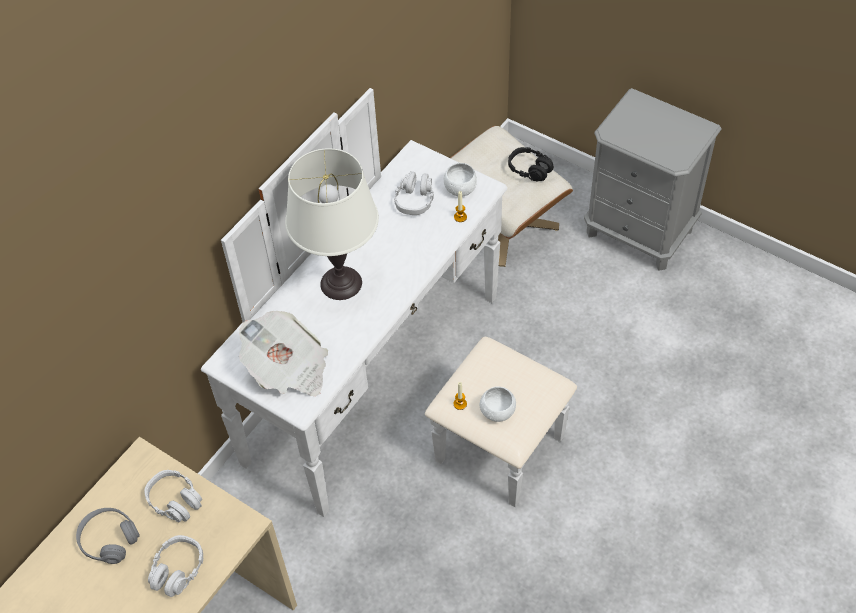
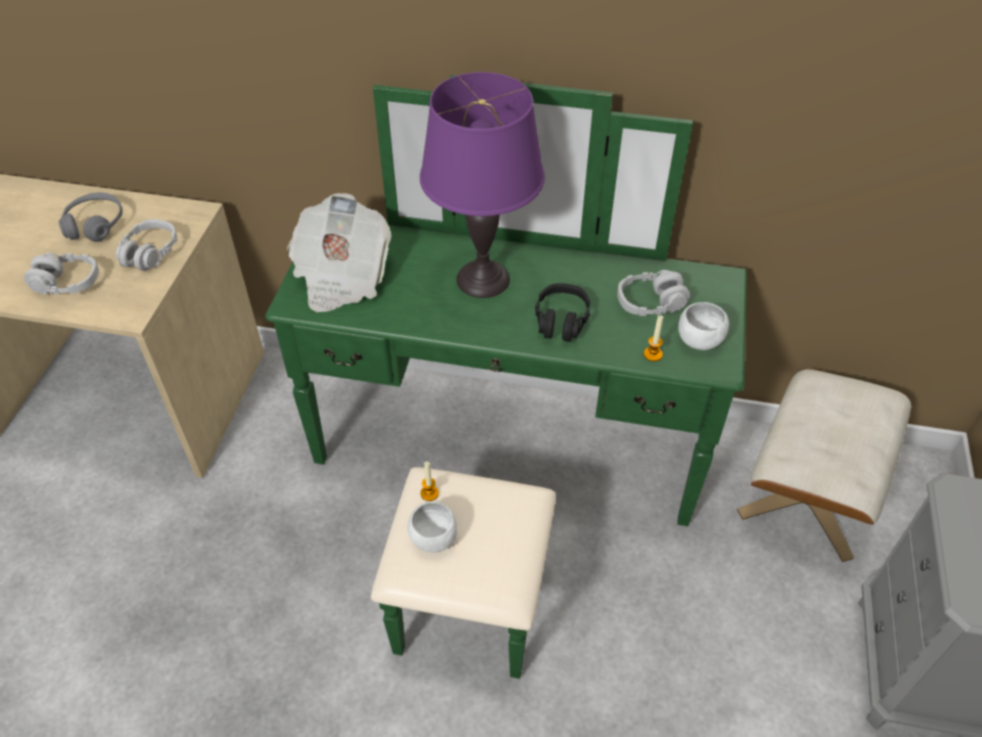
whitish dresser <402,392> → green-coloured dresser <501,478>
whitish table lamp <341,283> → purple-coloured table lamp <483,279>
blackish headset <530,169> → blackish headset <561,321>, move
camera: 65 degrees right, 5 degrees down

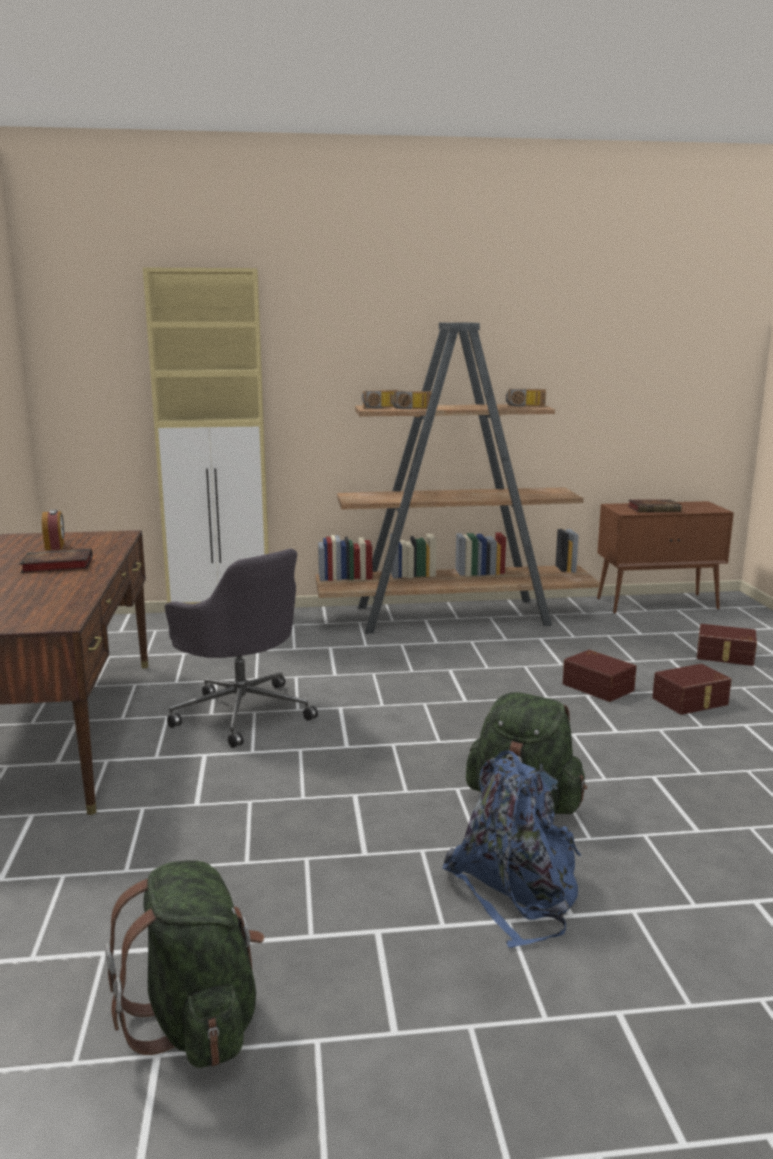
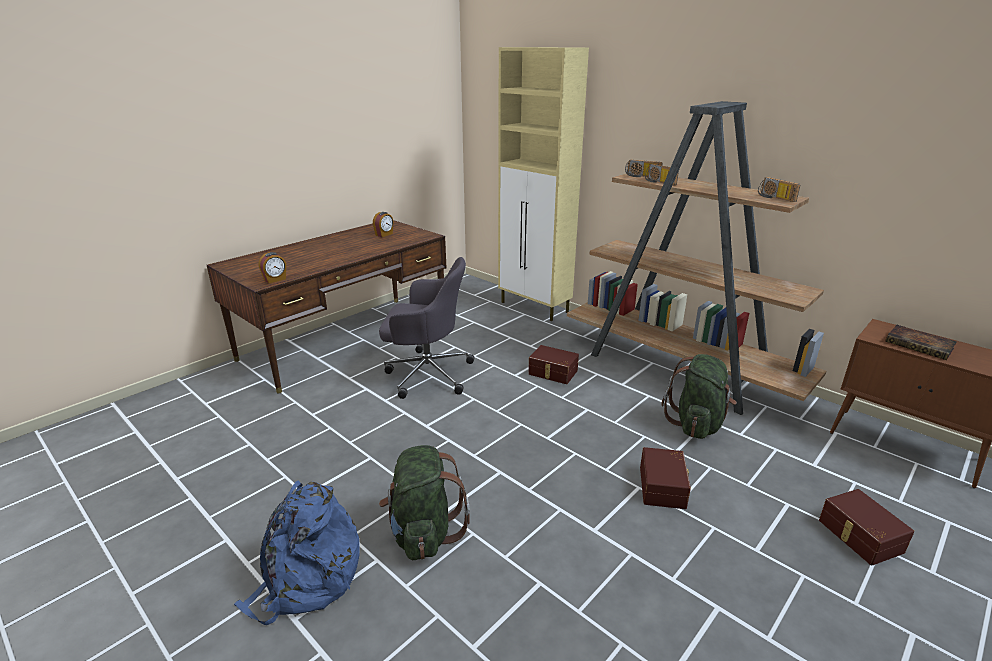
- → table clock <275,279>
grey desk chair <242,712> → grey desk chair <427,373>, 90 degrees counterclockwise
brown-coloured storage container <691,702> → brown-coloured storage container <552,373>, move
green-coloured knapsack <197,1021> → green-coloured knapsack <696,424>, move
bound book <55,566> → -
camera: 50 degrees right, 10 degrees up

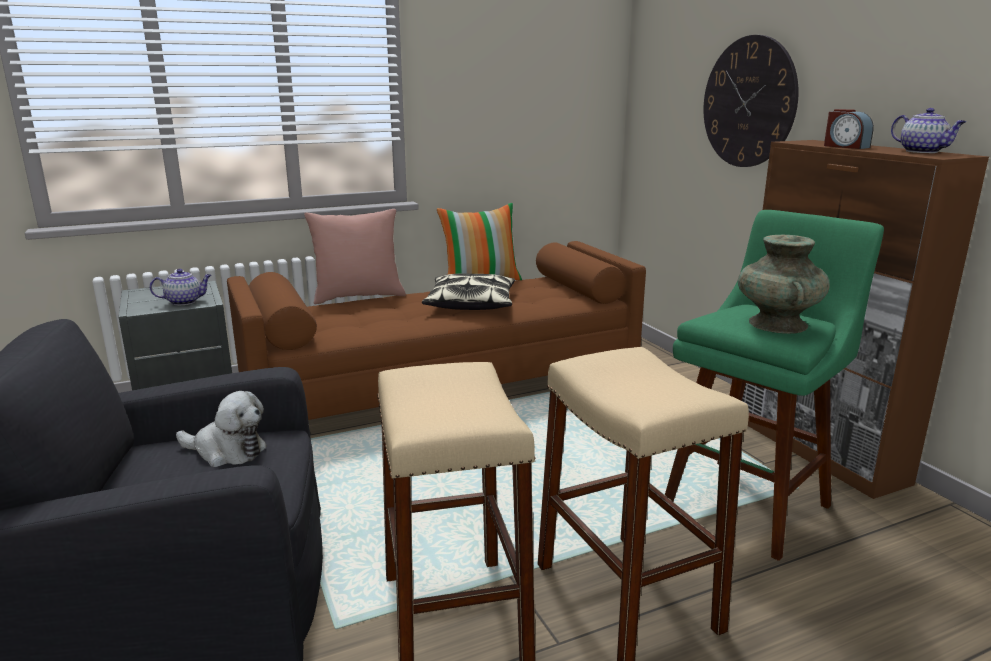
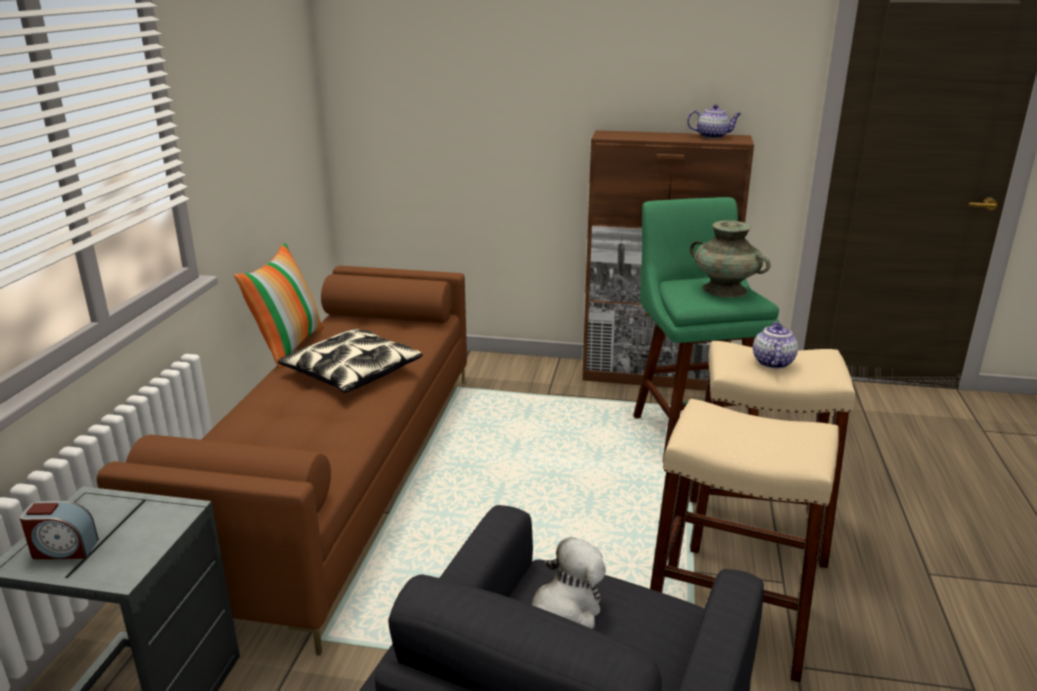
table clock <845,147> → table clock <64,549>, move
teapot <185,301> → teapot <772,362>, move
pinkish throw pillow <358,296> → -
hanging clock <748,102> → -
camera: 55 degrees left, 5 degrees up

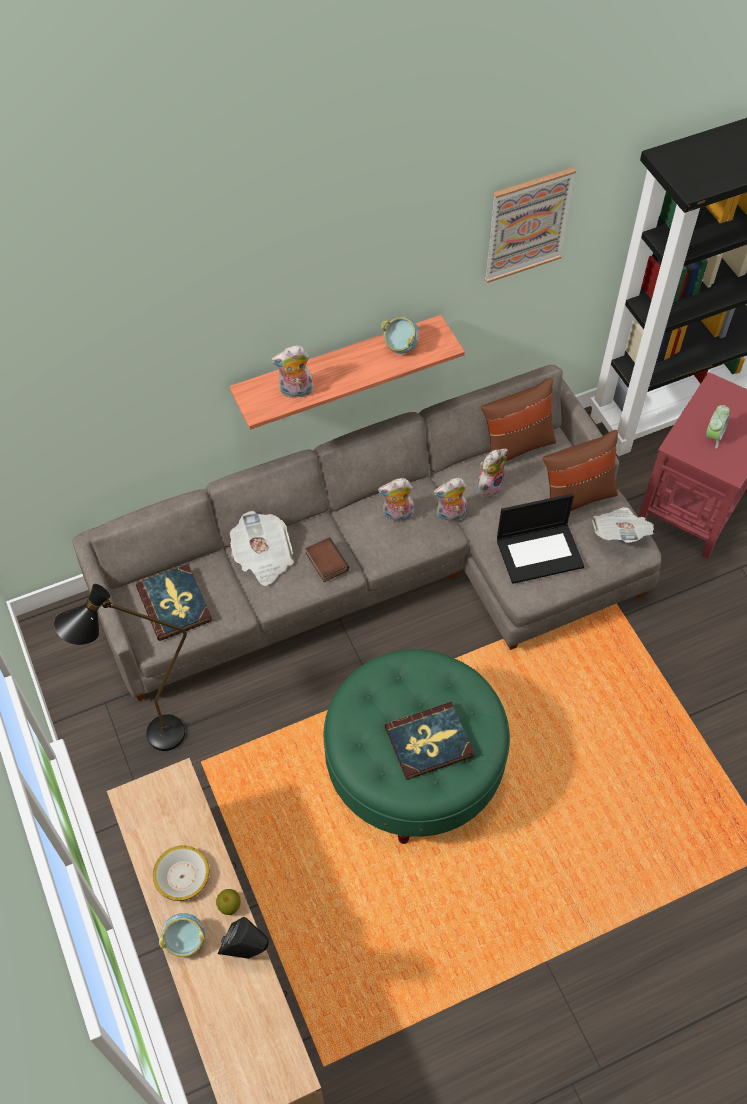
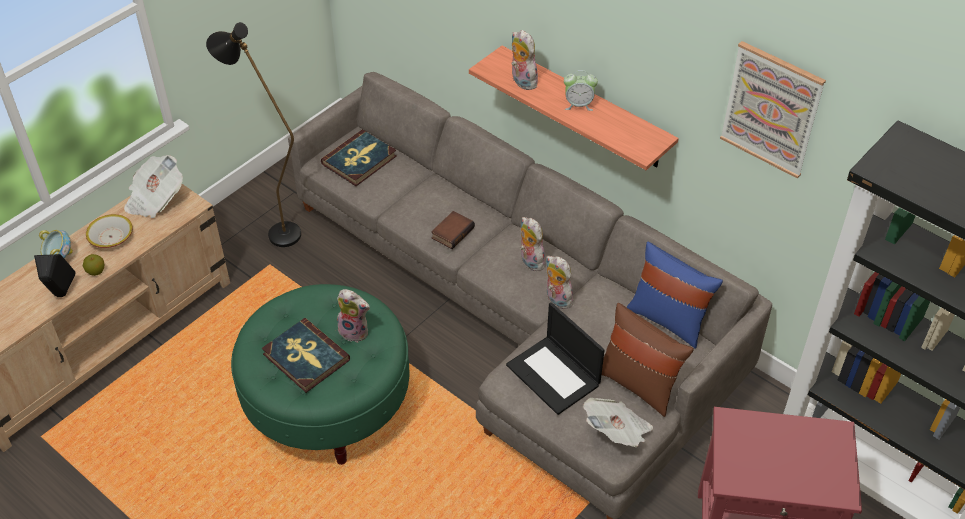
newspaper <263,558> → newspaper <155,199>, move
plush toy <489,486> → plush toy <355,331>, move
table clock <713,436> → table clock <578,105>, move
brown-coloured throw pillow <515,446> → blue-coloured throw pillow <668,319>
deep dish <400,347> → -
camera: 65 degrees right, 10 degrees down

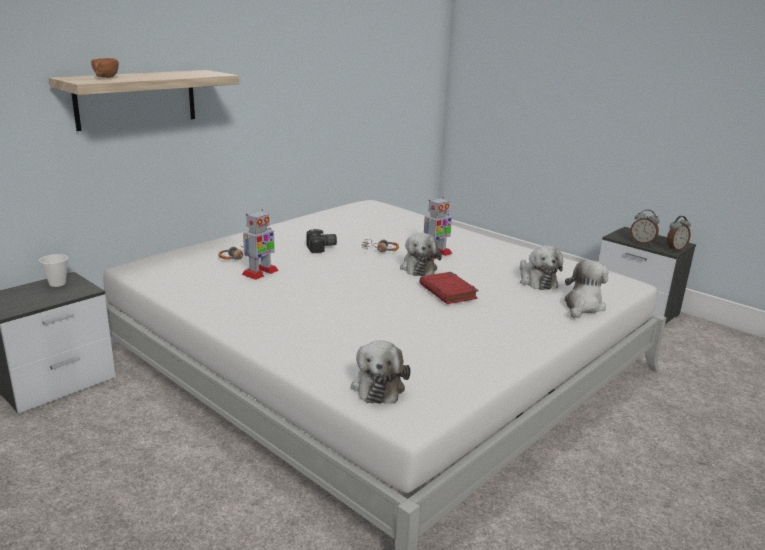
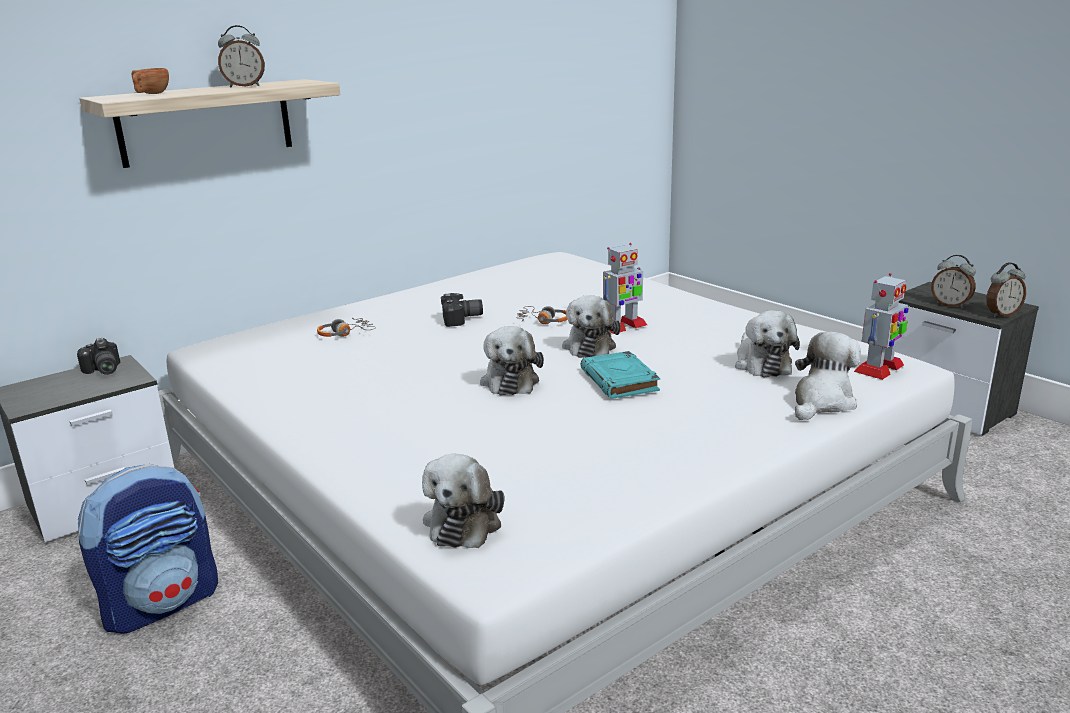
cup <57,283> → still camera <102,371>
- → knapsack <162,603>
- → table clock <245,86>
- → plush toy <510,381>
reddish bound book <448,292> → turquoise bound book <620,381>
robot figure <260,273> → robot figure <879,369>, move
camera: 10 degrees right, 0 degrees up

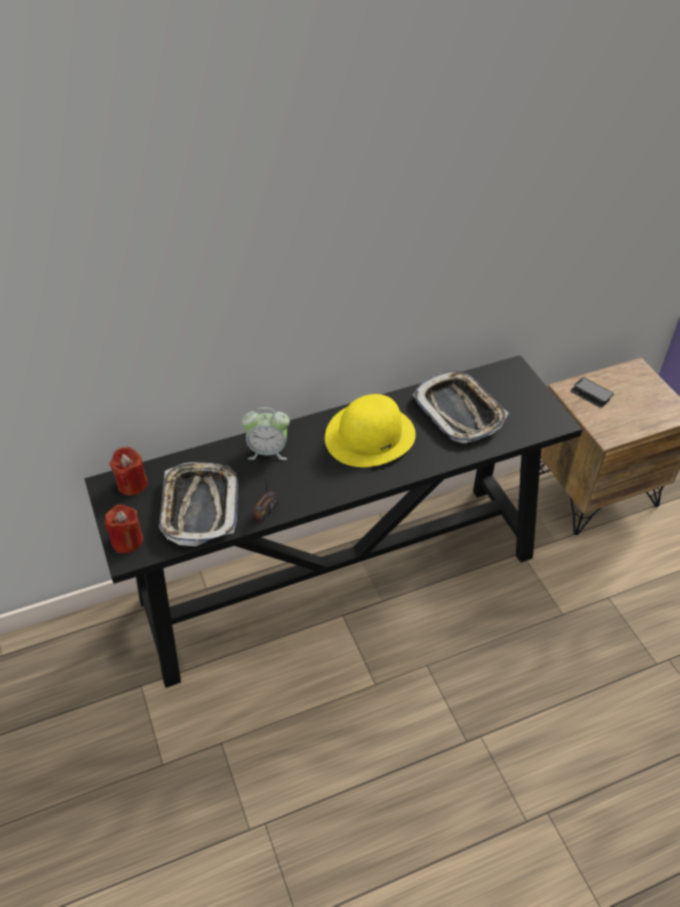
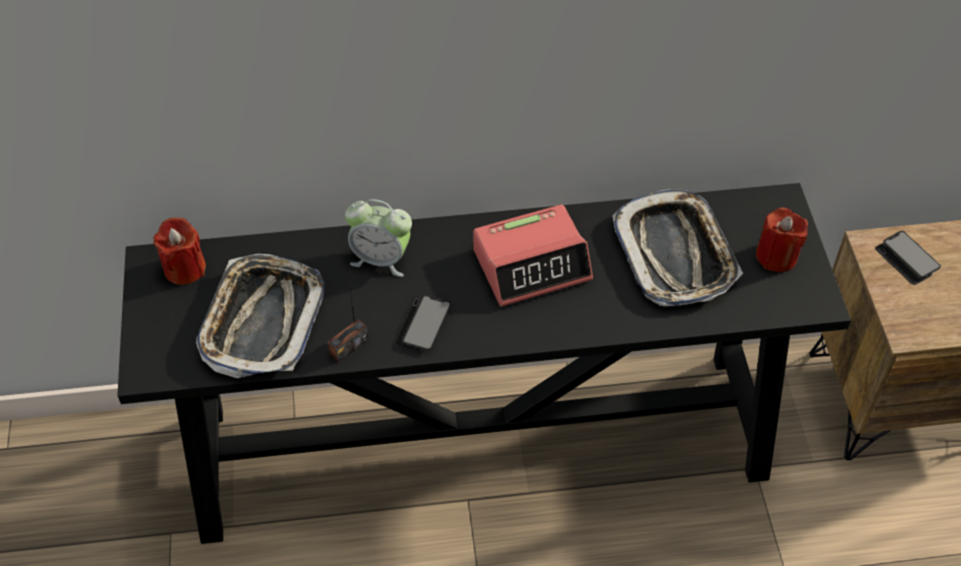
- → telephone <422,324>
yellowish wearable hat <370,435> → table clock <532,264>
reddish wax candle <127,540> → reddish wax candle <776,256>, move
camera: 15 degrees right, 5 degrees up

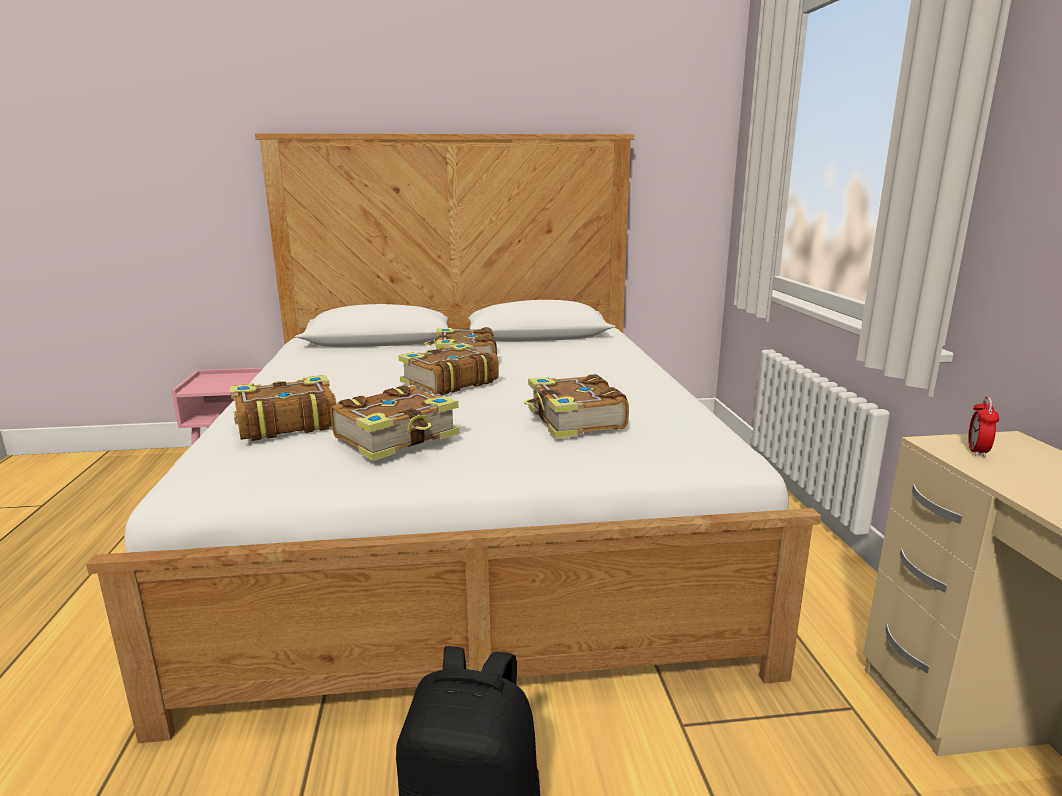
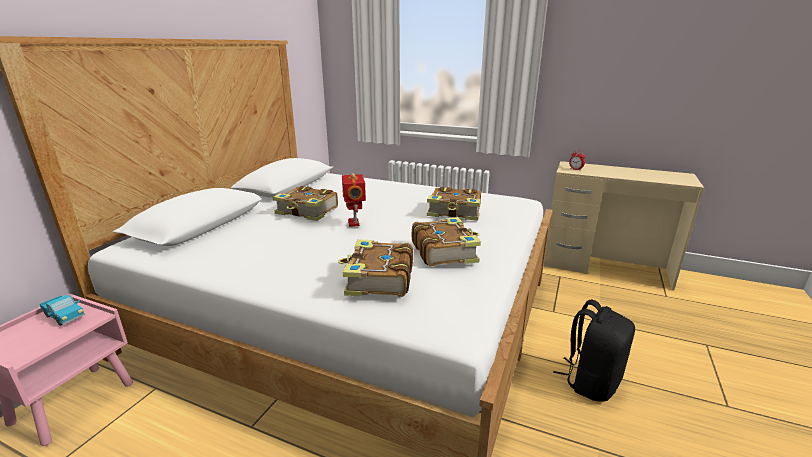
- → toy truck <65,317>
bound book <448,382> → robot figure <355,223>
camera: 60 degrees left, 5 degrees up

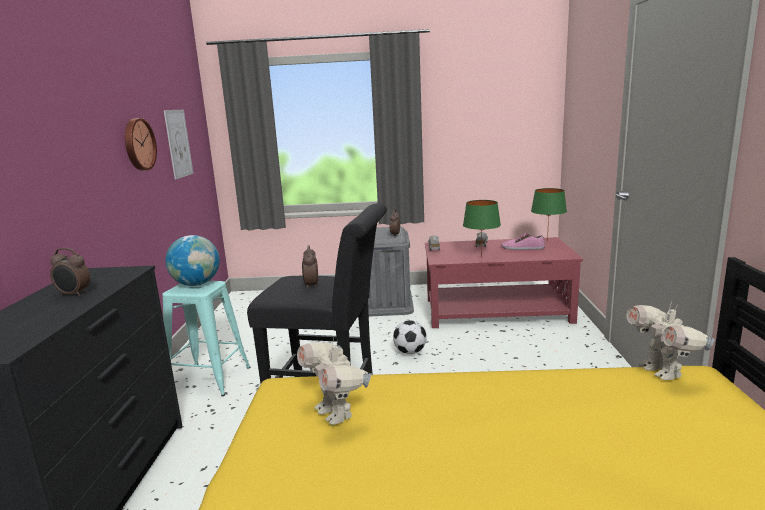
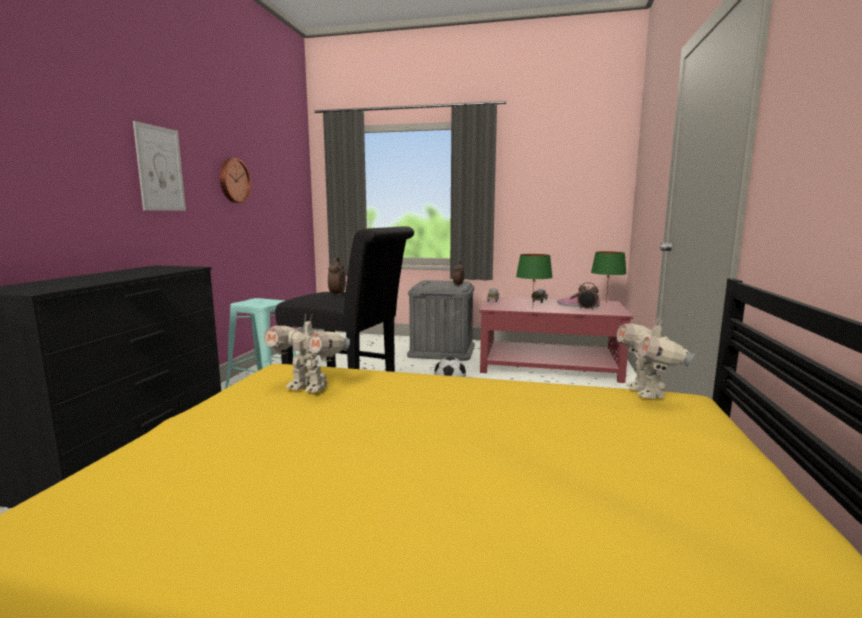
picture <178,143> → picture <160,169>, move
robot figure <336,413> → robot figure <309,388>, 45 degrees counterclockwise
table clock <74,295> → table clock <586,309>, move
desk globe <196,284> → -
camera: 10 degrees right, 5 degrees down

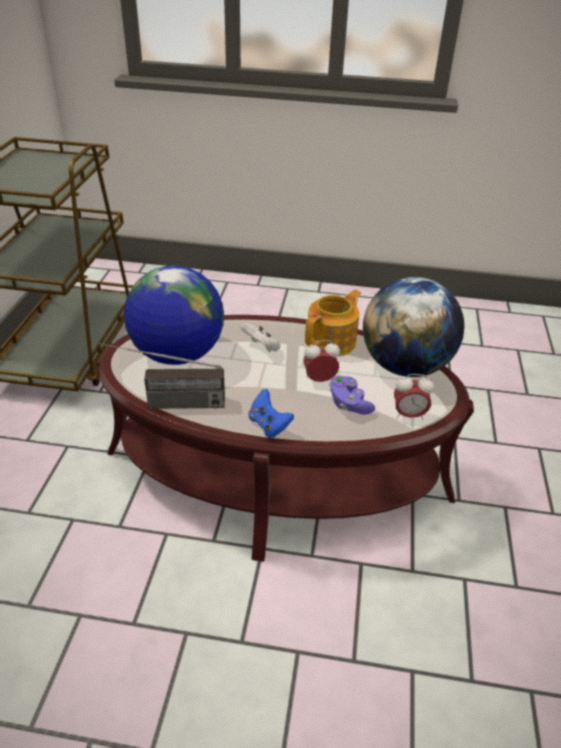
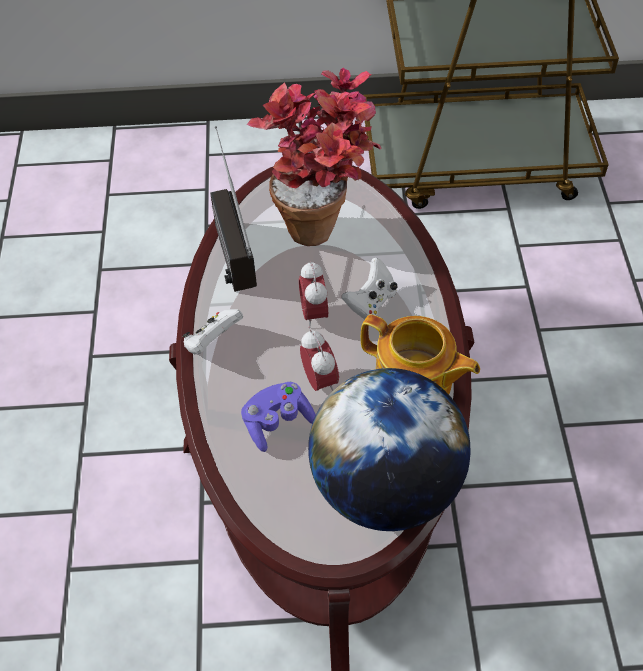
blue-coloured gamepad <268,425> → whitish gamepad <212,342>
desk globe <177,355> → potted plant <324,222>
table clock <409,415> → table clock <314,313>, move
camera: 80 degrees right, 15 degrees up

